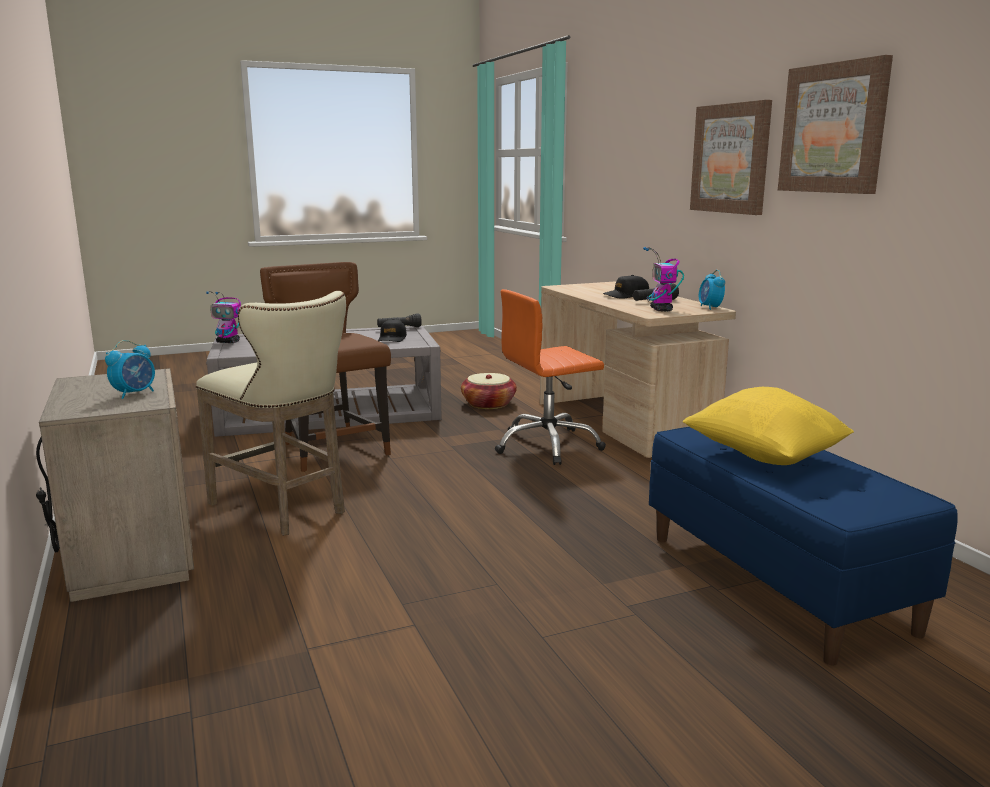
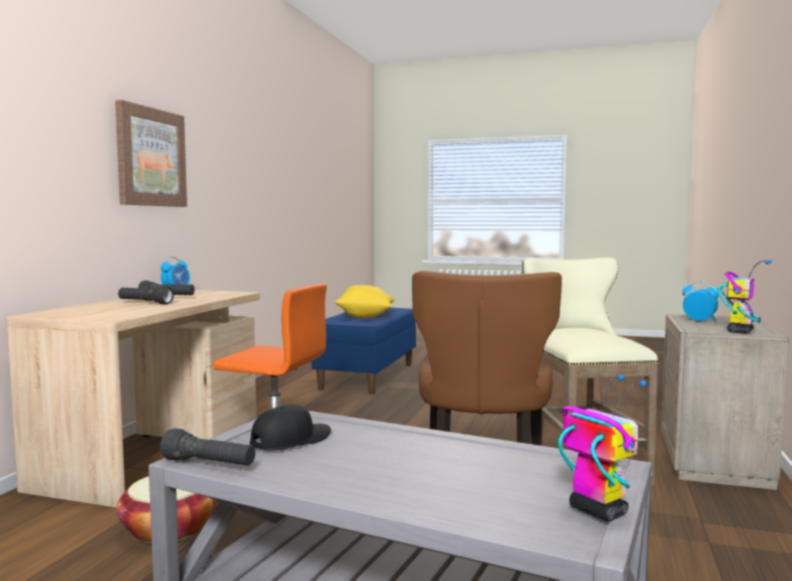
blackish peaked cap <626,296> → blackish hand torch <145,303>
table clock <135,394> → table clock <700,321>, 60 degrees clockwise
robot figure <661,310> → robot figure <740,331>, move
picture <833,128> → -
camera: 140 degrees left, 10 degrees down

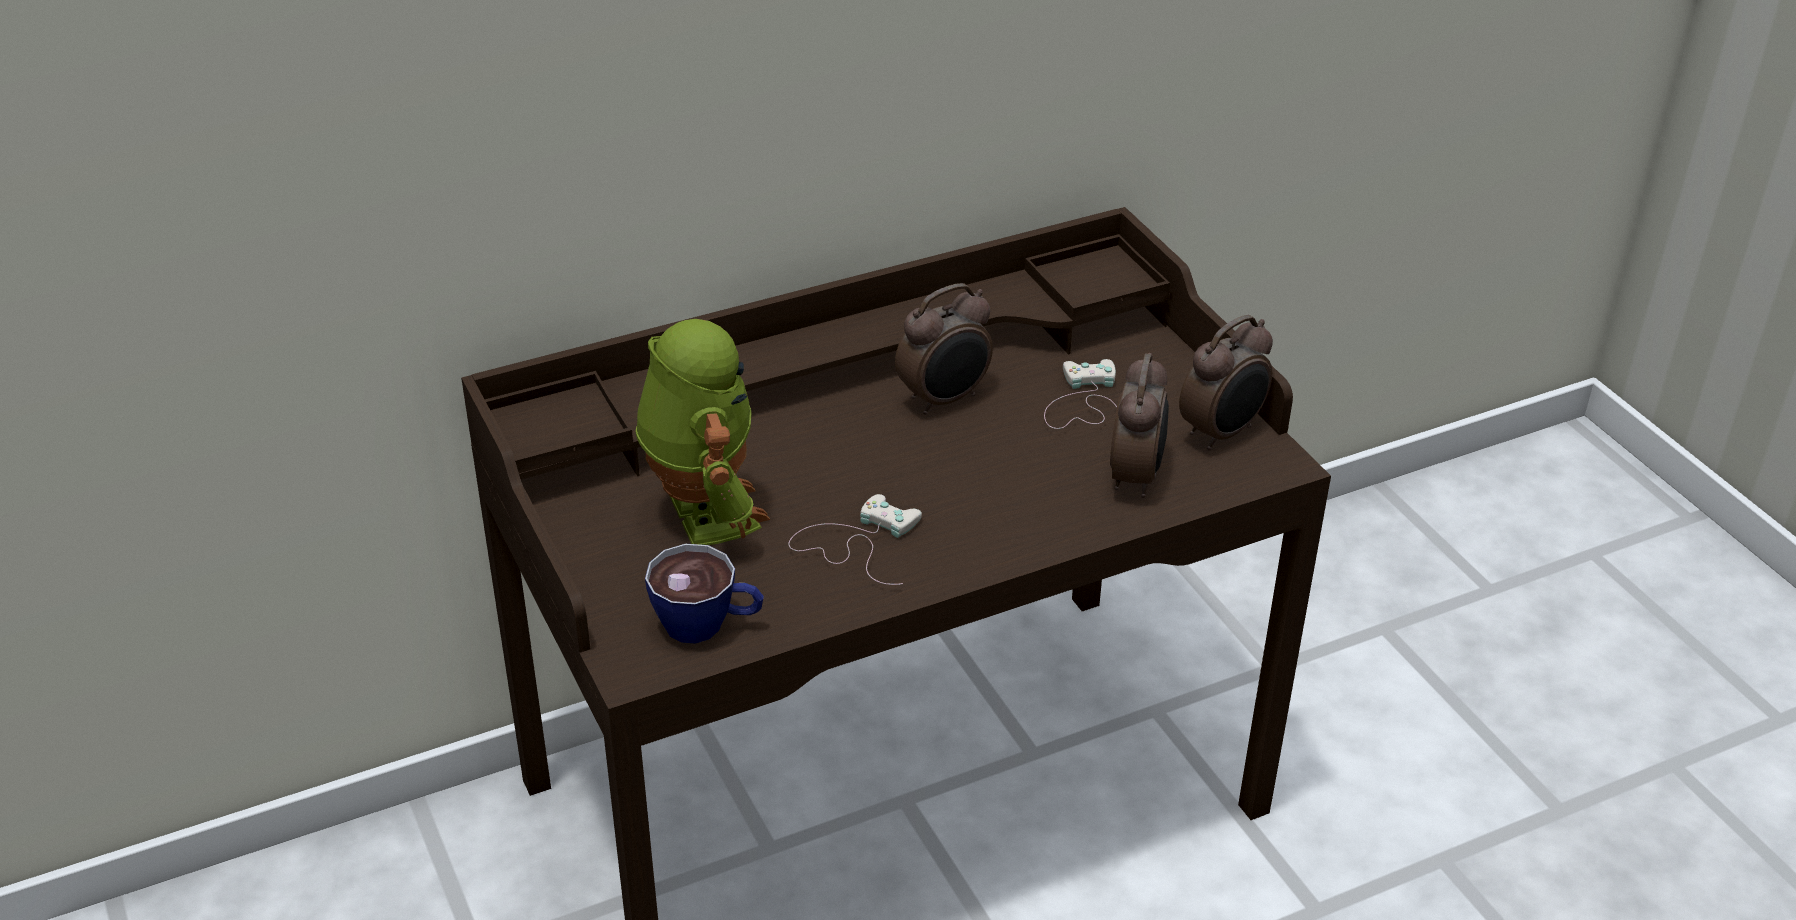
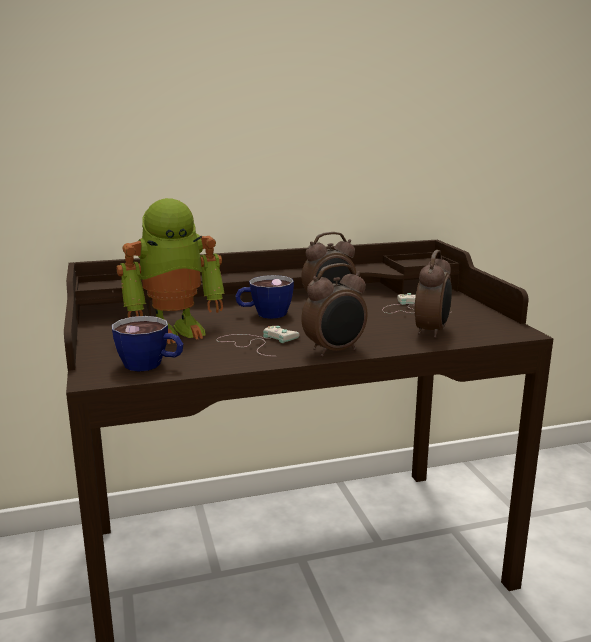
robot figure <702,514> → robot figure <176,330>, 75 degrees clockwise
- → cup <264,314>
table clock <1222,433> → table clock <335,351>, move
camera: 10 degrees right, 20 degrees down

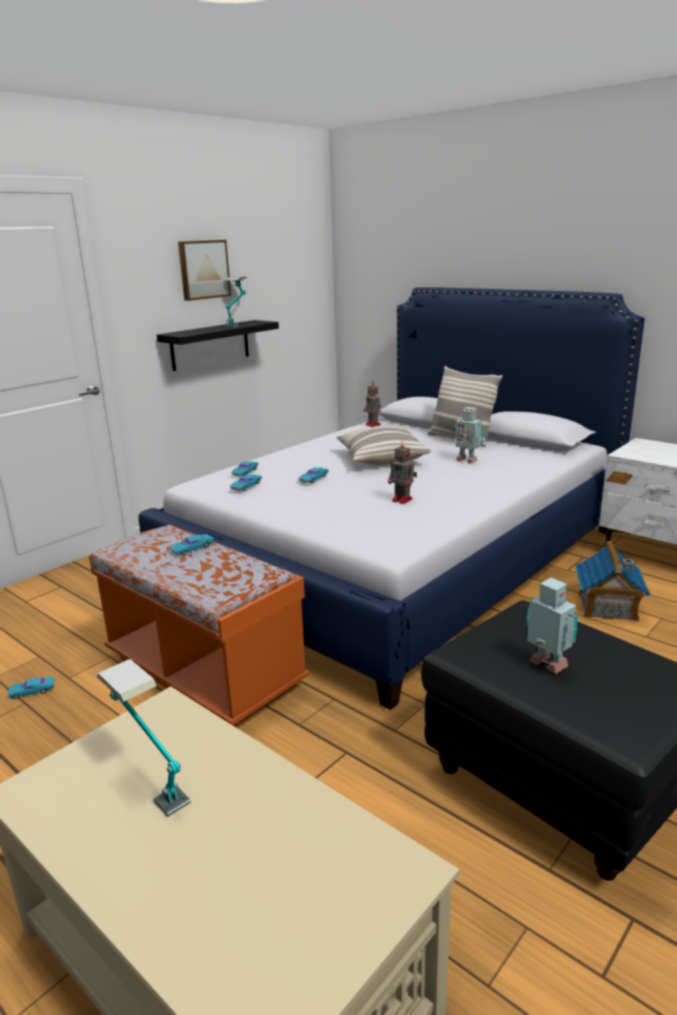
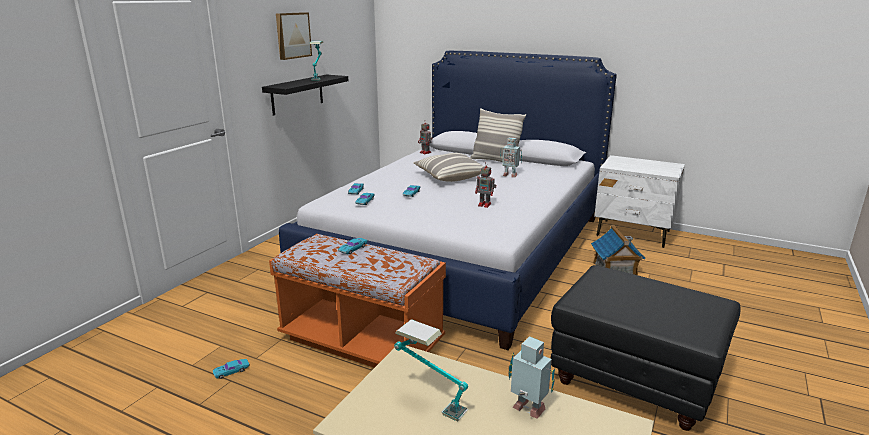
robot figure <547,666> → robot figure <528,411>, move
camera: 15 degrees left, 0 degrees up

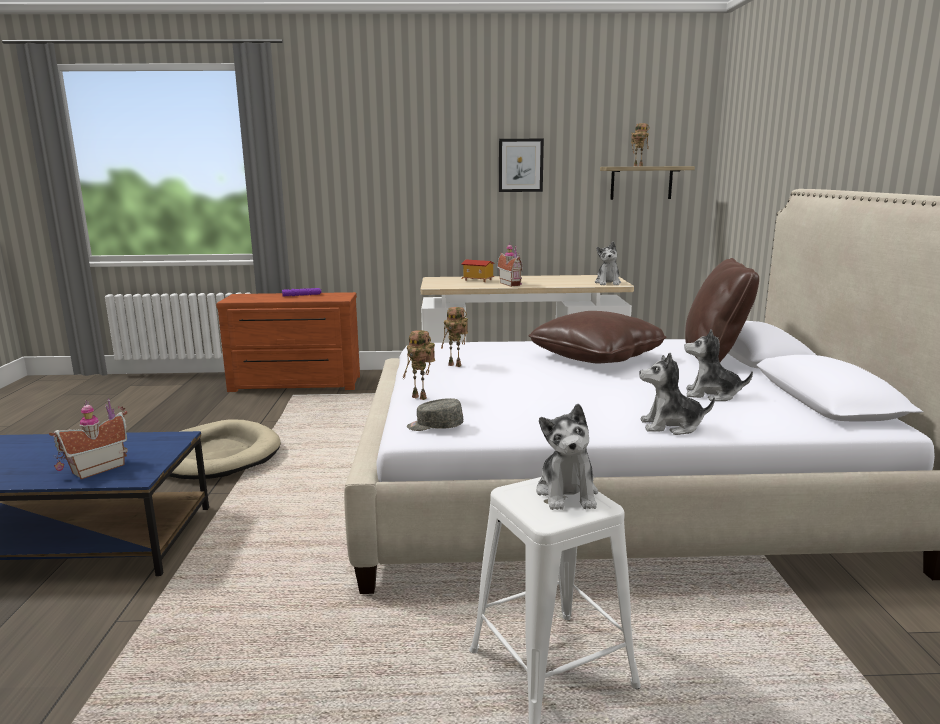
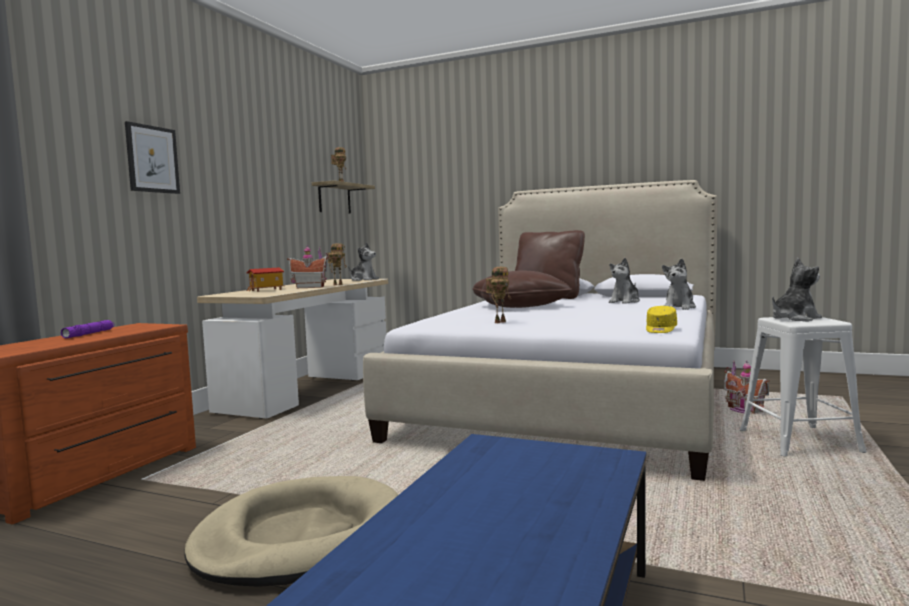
picture <520,165> → picture <152,159>, move
robot figure <421,397> → robot figure <338,284>, move
grey peaked cap <435,426> → yellowish peaked cap <660,329>
miniature house <95,468> → miniature house <743,410>, move
plush toy <567,493> → plush toy <794,318>, 45 degrees counterclockwise
camera: 65 degrees left, 10 degrees down

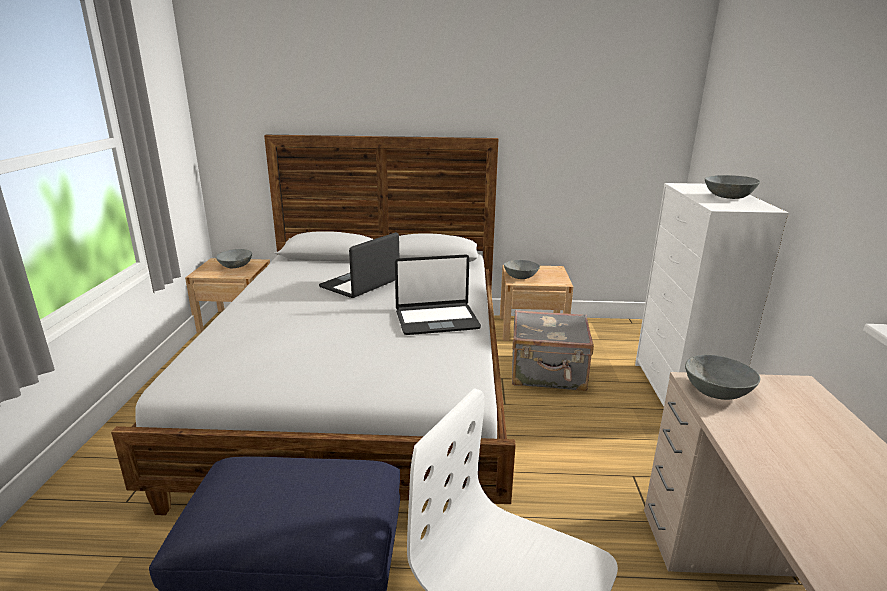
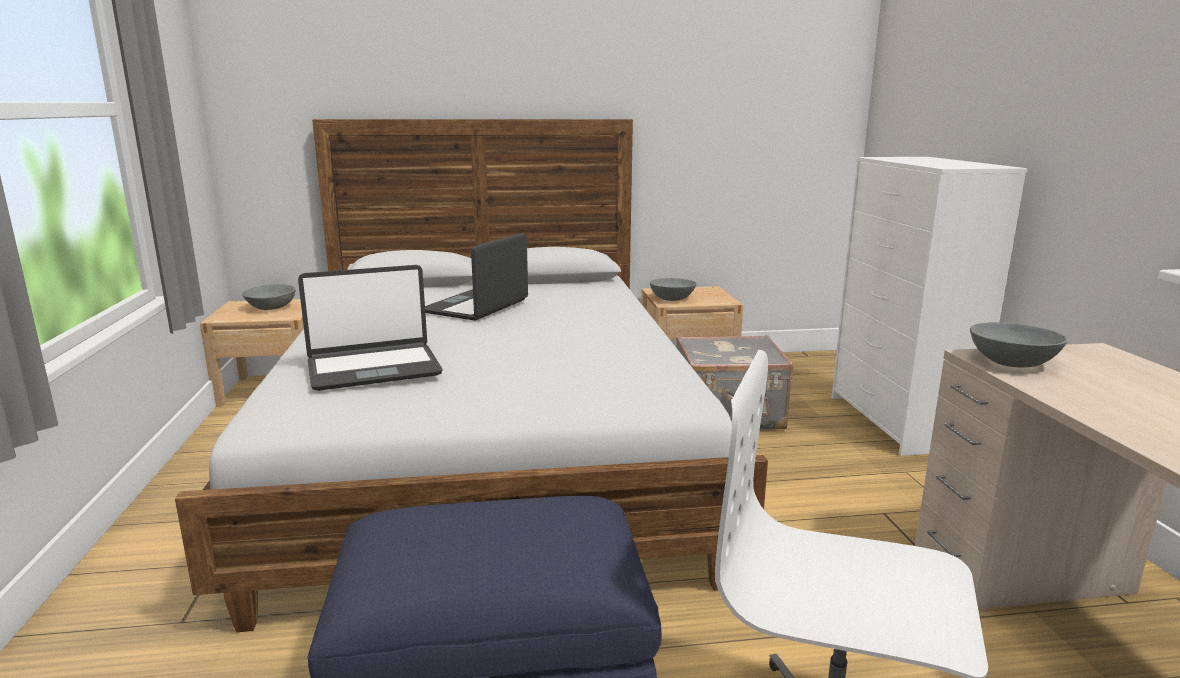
laptop <436,320> → laptop <374,368>, move
grey deep dish <728,197> → -
camera: 10 degrees left, 5 degrees down

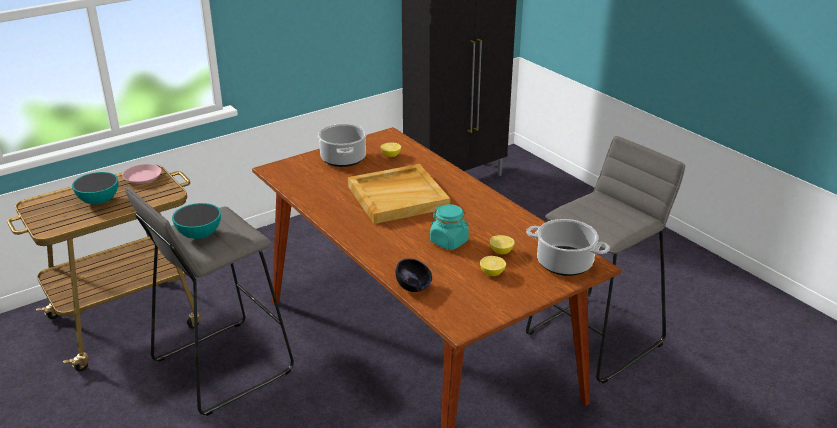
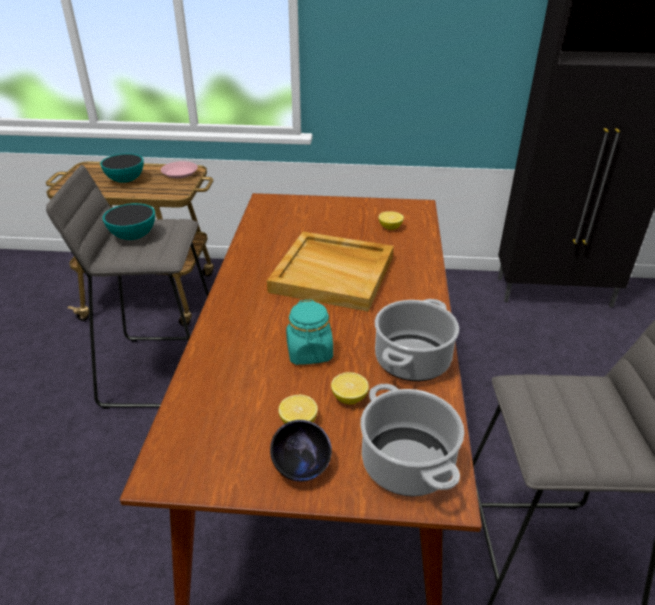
blackish deep dish <413,288> → blackish deep dish <301,468>, move
saucepot <343,158> → saucepot <412,359>, move
camera: 40 degrees right, 5 degrees up

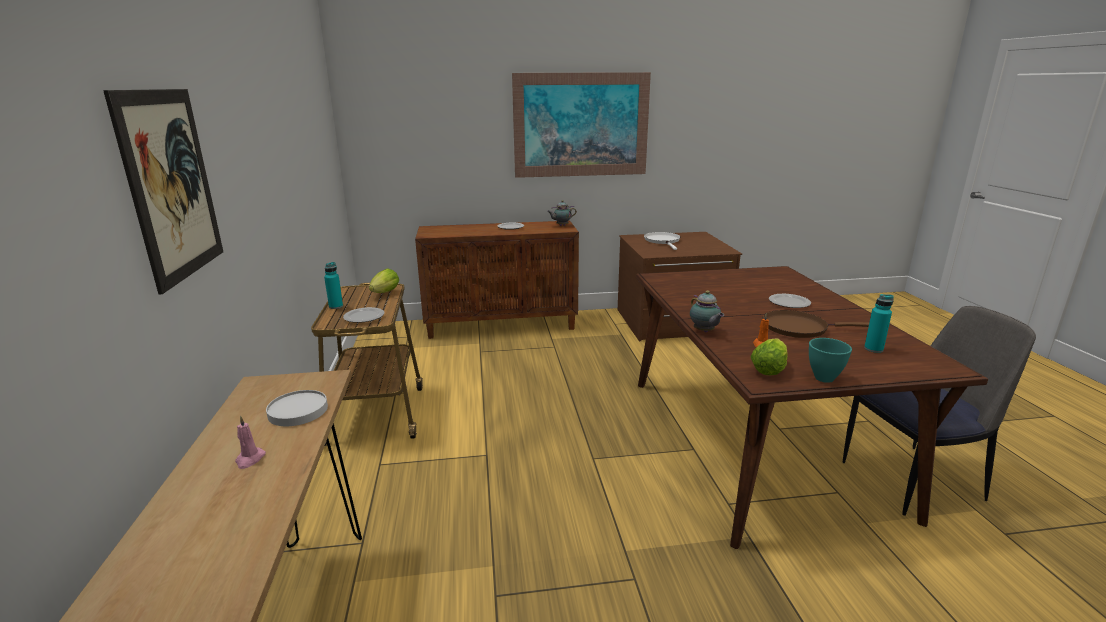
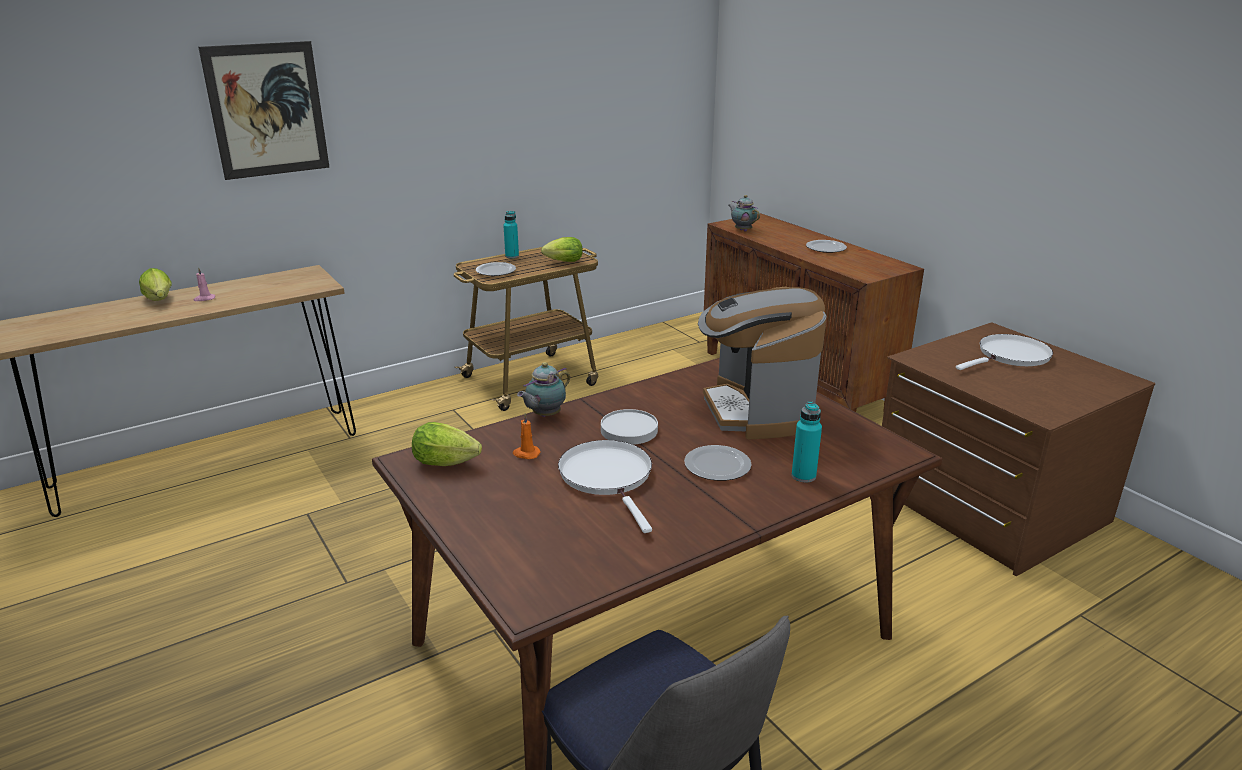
- → lettuce <160,300>
brown-coloured frying pan <798,328> → whitish frying pan <608,477>
whitish dinner plate <298,411> → whitish dinner plate <629,430>, move
- → coffee maker <756,411>
teapot <561,225> → teapot <742,230>, move
turquoise beverage bottle <873,349> → turquoise beverage bottle <803,476>, move
picture <581,125> → -
turquoise deep dish <825,378> → -
camera: 65 degrees right, 5 degrees up

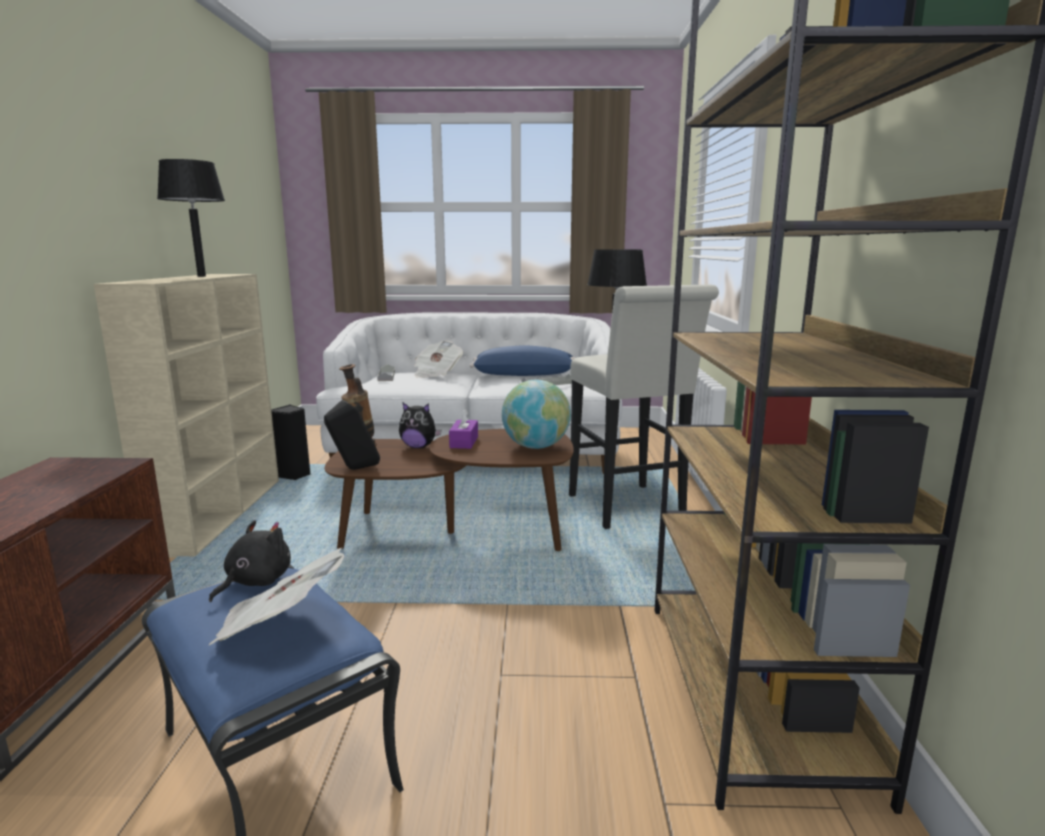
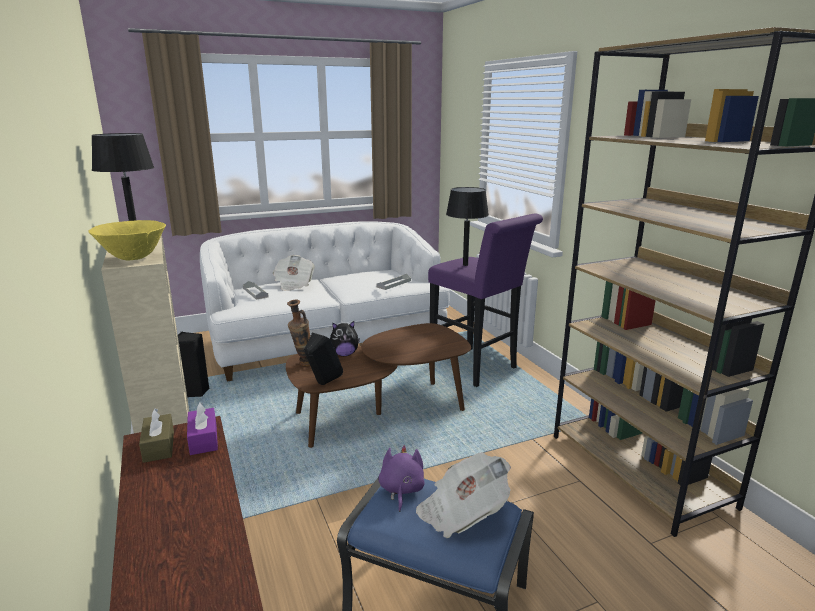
- → yellowish deep dish <134,258>
- → brown-coloured tissue holder <159,446>
purple-coloured tissue holder <464,442> → purple-coloured tissue holder <203,439>, move
blackish plush toy <255,582> → purple-coloured plush toy <401,490>
whitish stool seat <629,510> → purple-coloured stool seat <477,369>
blue-coloured throw pillow <524,374> → -
desk globe <535,447> → -
camera: 25 degrees left, 5 degrees up

